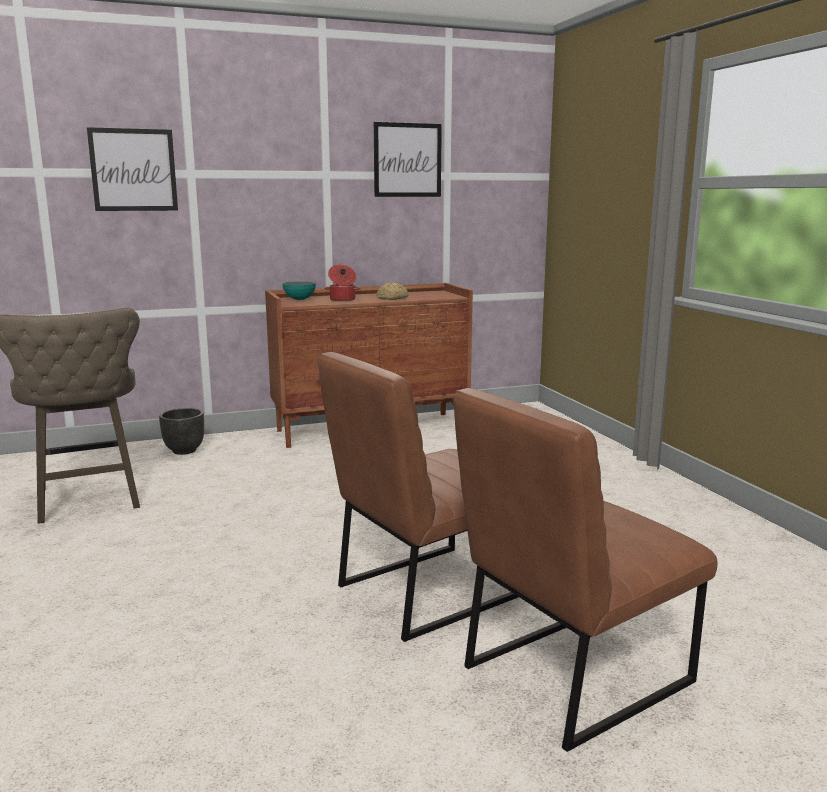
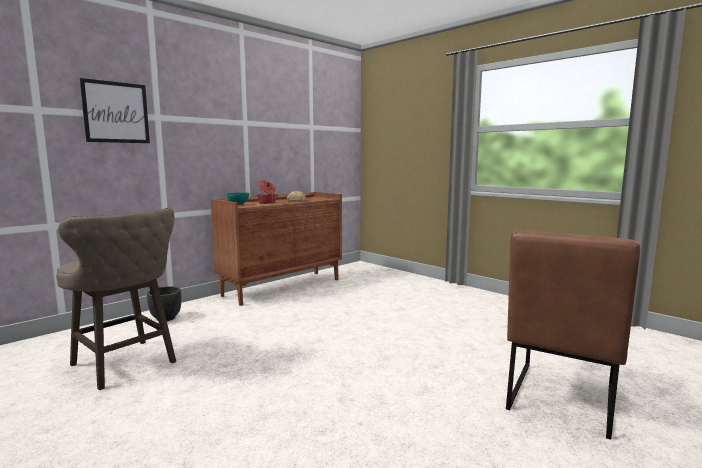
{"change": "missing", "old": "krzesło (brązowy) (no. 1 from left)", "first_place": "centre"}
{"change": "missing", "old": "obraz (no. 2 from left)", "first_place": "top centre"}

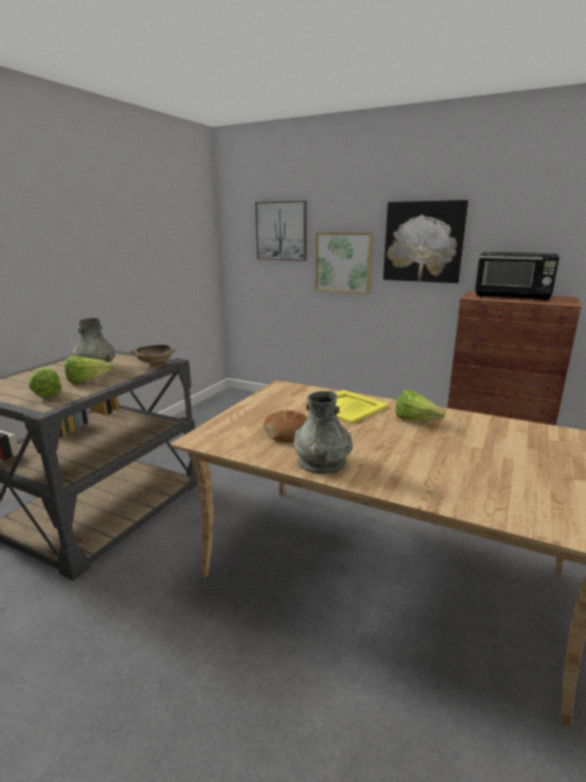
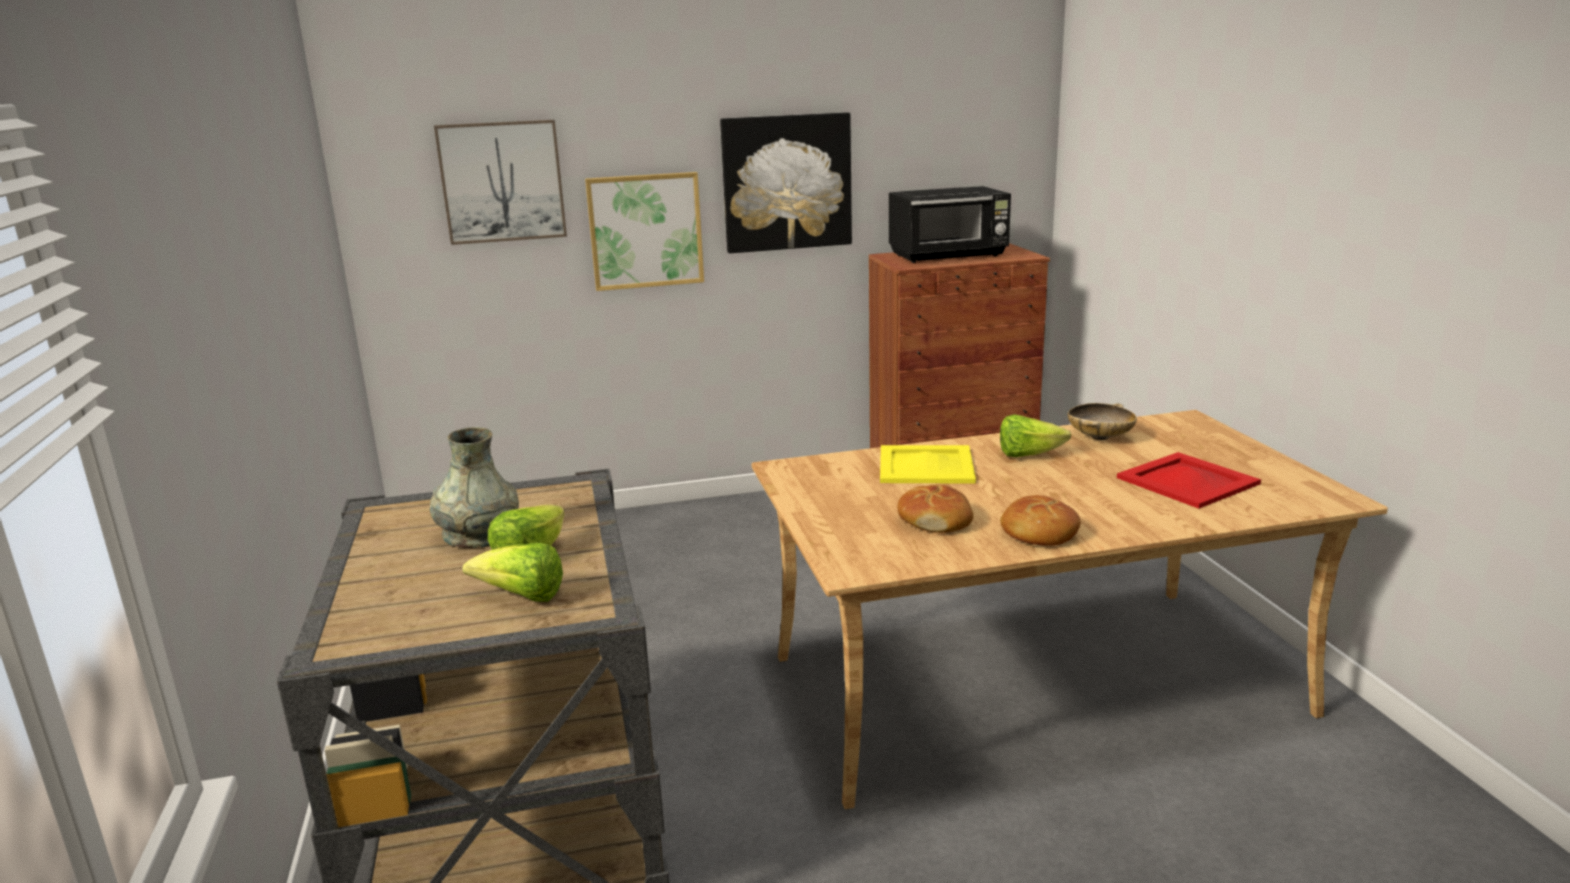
{"change": "appeared", "new": "taca (czerwony)", "second_place": "middle right"}
{"change": "relocated", "old": "miska (beżowy)", "first_place": "middle left", "second_place": "middle right"}
{"change": "exchanged", "old": "wazon (szary) (no. 2 from left)", "new": "chleb (no. 2 from left)", "first_place": "centre", "second_place": "centre"}

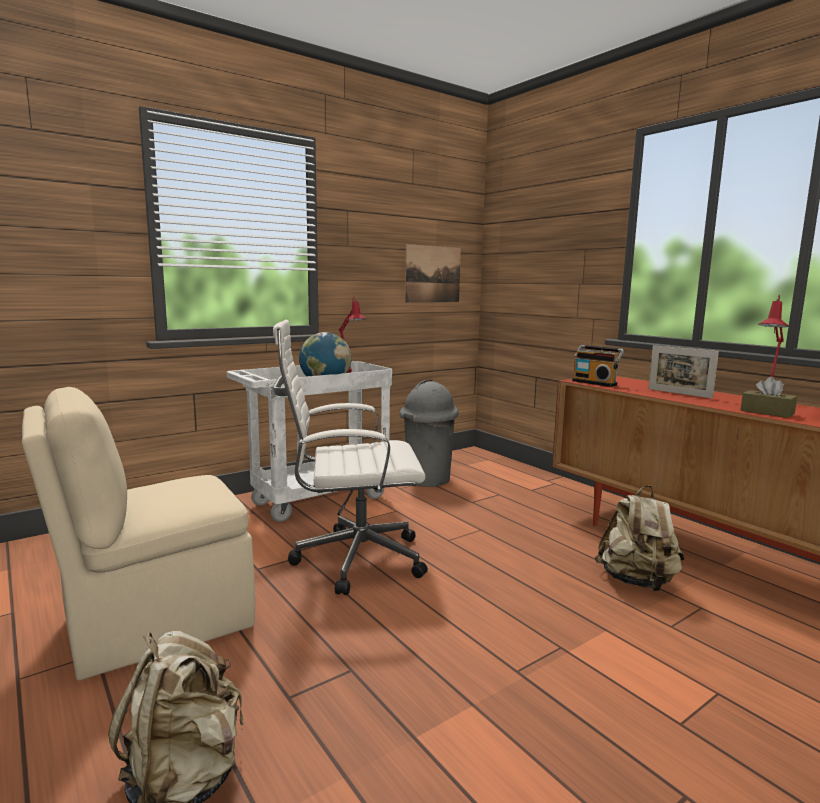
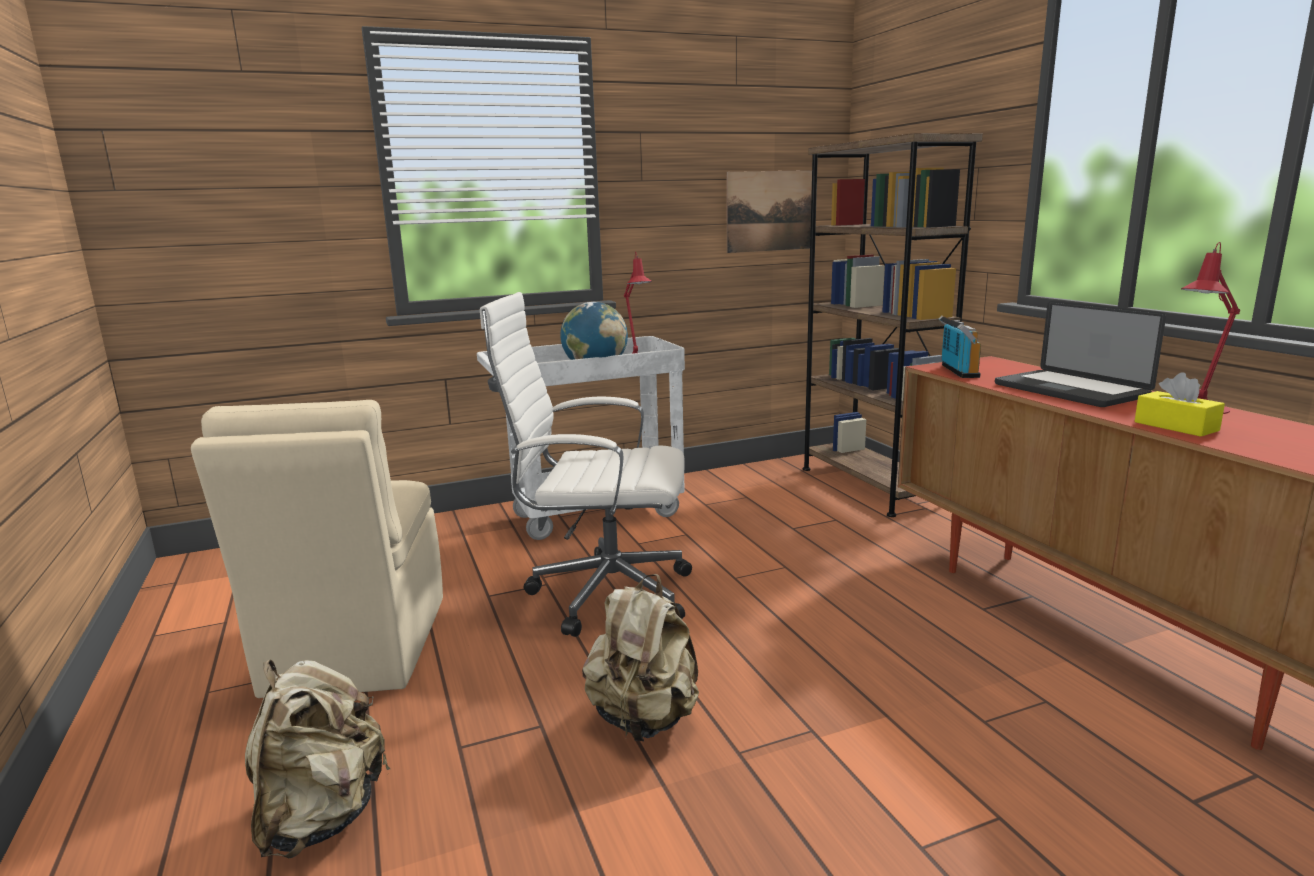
{"change": "missing", "old": "kosz na śmieci (szary)", "first_place": "centre"}
{"change": "appeared", "new": "regał (brązowy)", "second_place": "middle right"}
{"change": "relocated", "old": "plecak (beżowy) (no. 2 from left)", "first_place": "bottom right", "second_place": "bottom centre"}
{"change": "exchanged", "old": "ramka na zdjęcie", "new": "laptop", "first_place": "middle right", "second_place": "middle right"}
{"change": "colour", "old": "pudełko chusteczek (brązowy)", "new": "pudełko chusteczek (żółty)", "first_place": "middle right", "second_place": "middle right"}
{"change": "spun", "old": "krzesło (beżowy)", "first_place": "middle left", "second_place": "middle left", "degrees": -75}
{"change": "spun", "old": "radio", "first_place": "middle right", "second_place": "middle right", "degrees": -150}

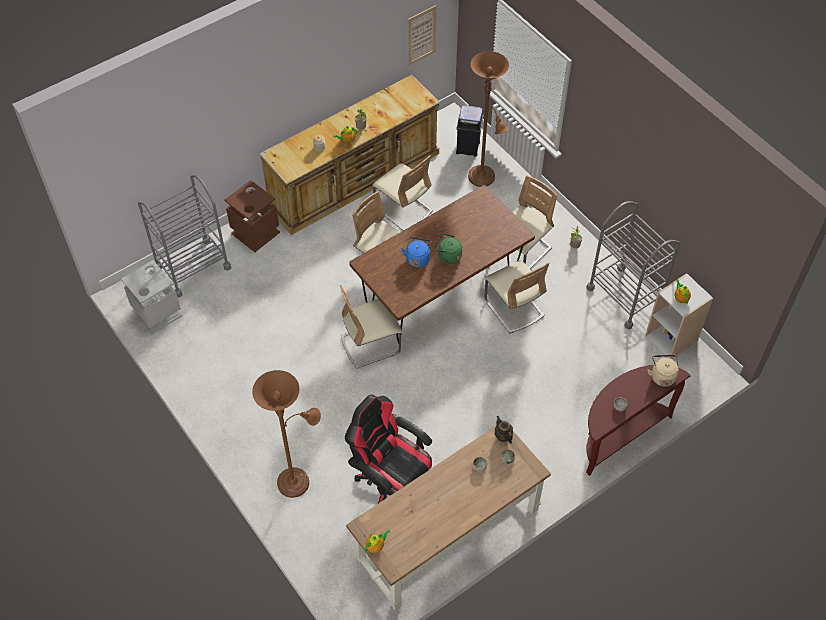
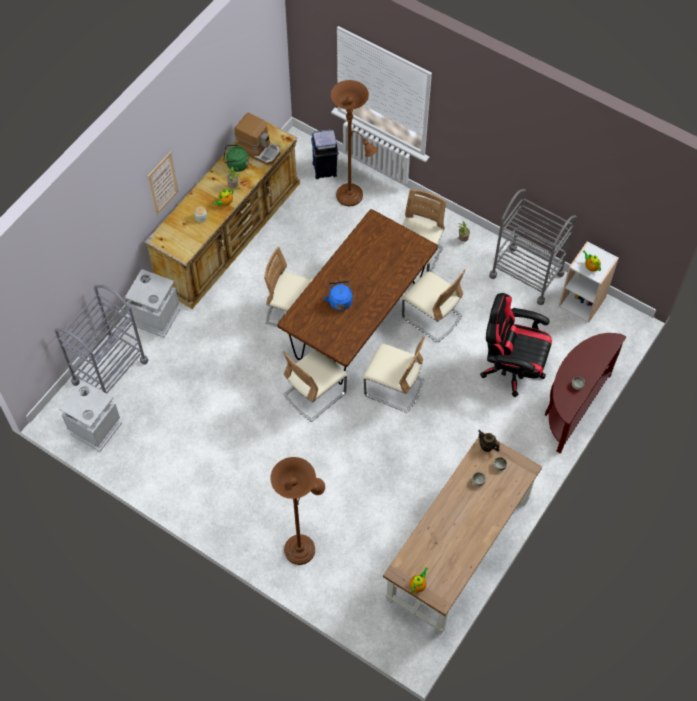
{"change": "missing", "old": "czajnik (beżowy)", "first_place": "middle right"}
{"change": "appeared", "new": "ekspres do kawy", "second_place": "top centre"}
{"change": "relocated", "old": "krzesło biurowe (czarny)", "first_place": "bottom centre", "second_place": "middle right"}
{"change": "relocated", "old": "krzesło (beżowy) (no. 3 from left)", "first_place": "top centre", "second_place": "centre"}
{"change": "relocated", "old": "obraz", "first_place": "top centre", "second_place": "top left"}
{"change": "relocated", "old": "czajnik (zielony)", "first_place": "centre", "second_place": "top centre"}
{"change": "colour", "old": "kosz na śmieci (brązowy)", "new": "kosz na śmieci (szary) (no. 2 from left)", "first_place": "middle left", "second_place": "middle left"}

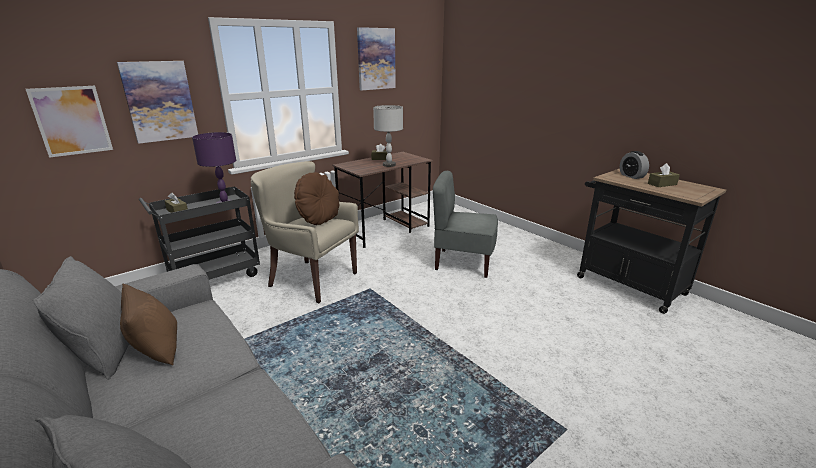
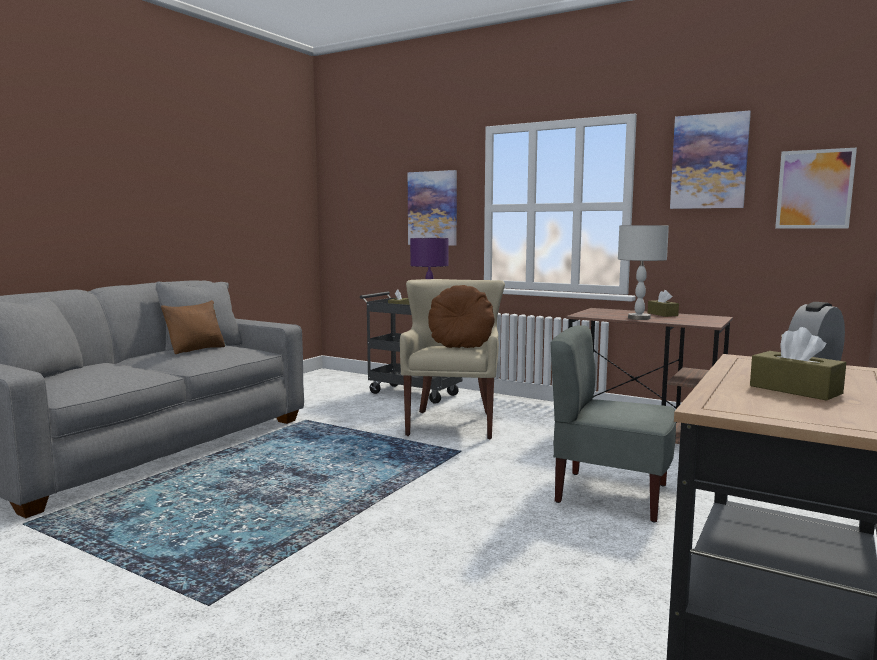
{"change": "relocated", "old": "obraz (no. 1 from left in the first image)", "new": "obraz (no. 3 from left)", "first_place": "top left", "second_place": "top right"}
{"change": "spun", "old": "krzesło (szary)", "first_place": "centre", "second_place": "middle right", "degrees": -60}

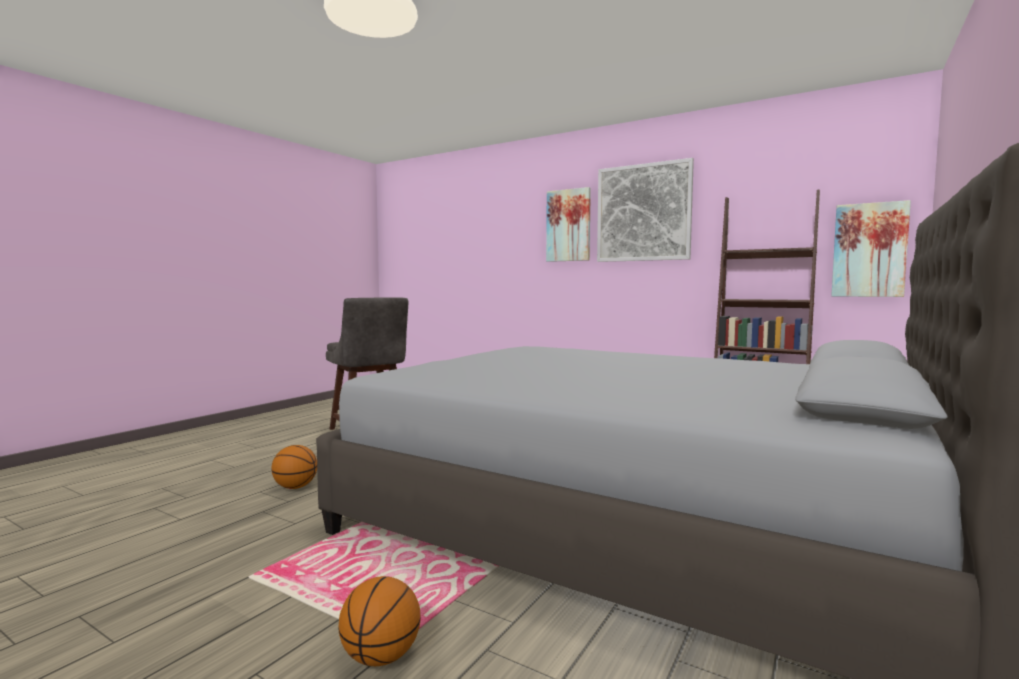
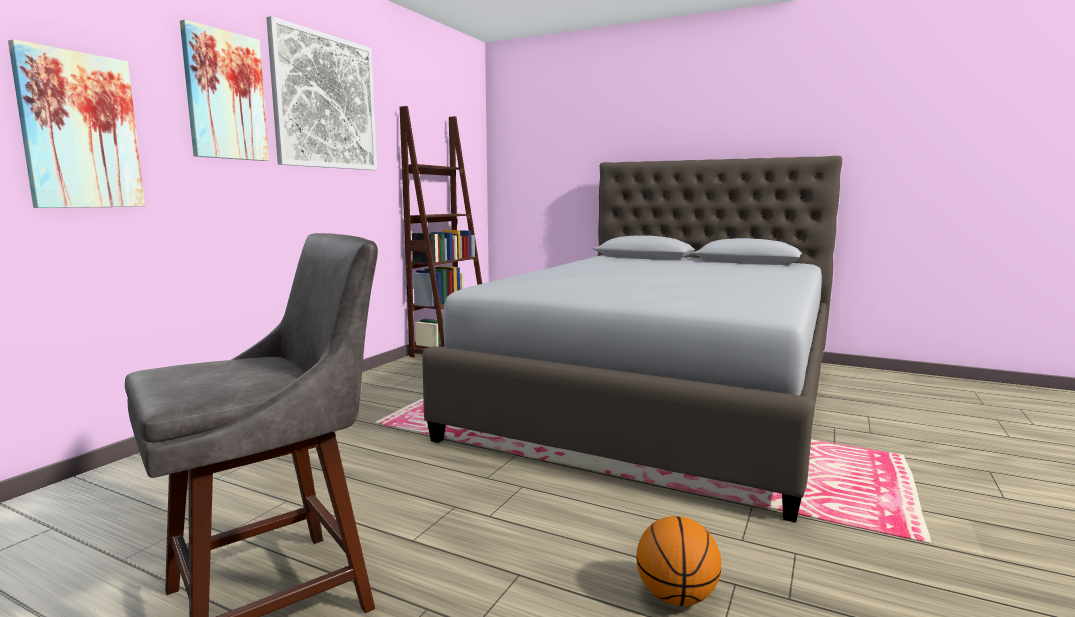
{"change": "missing", "old": "piłka do koszykówki (no. 2 from left)", "first_place": "bottom centre"}
{"change": "relocated", "old": "obraz (no. 3 from left in the first image)", "new": "obraz (no. 1 from left)", "first_place": "middle right", "second_place": "top left"}

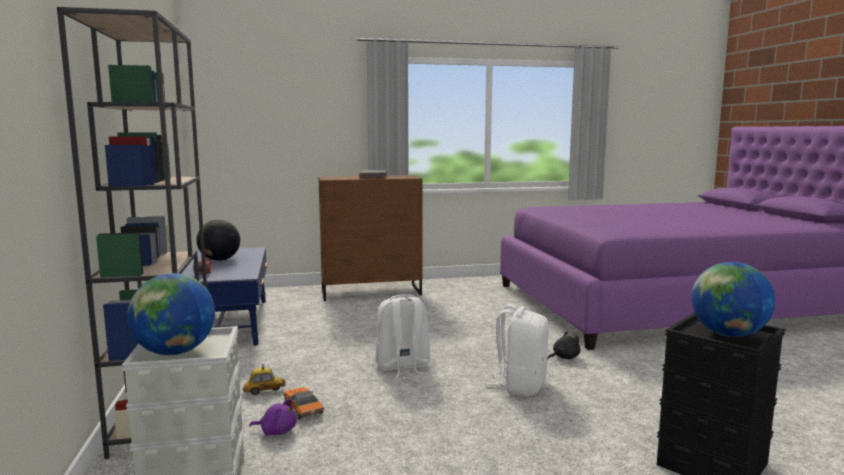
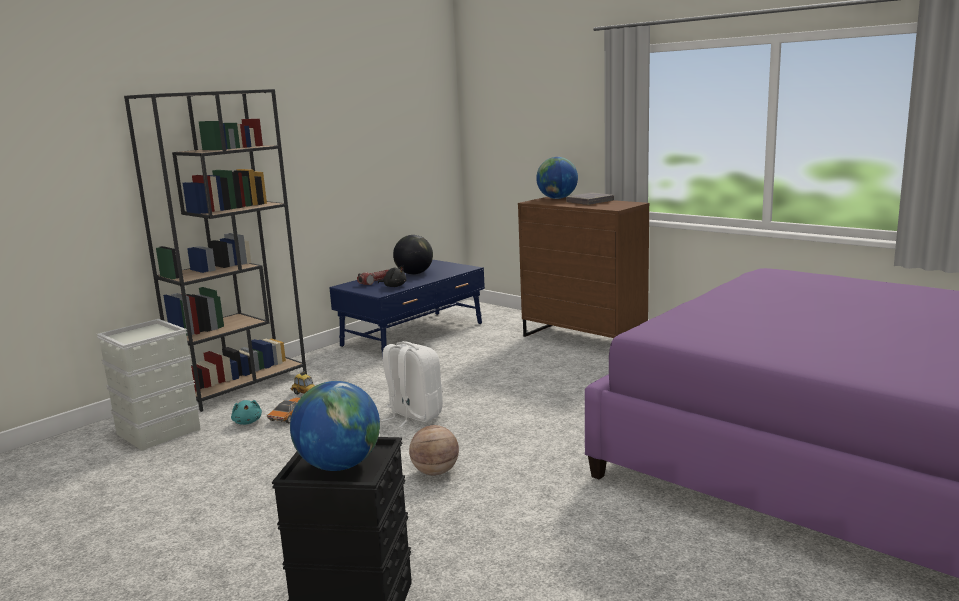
{"change": "relocated", "old": "globus (no. 1 from left in the first image)", "new": "globus (no. 3 from left)", "first_place": "middle left", "second_place": "top centre"}
{"change": "relocated", "old": "pluszak (czarny)", "first_place": "bottom right", "second_place": "centre"}
{"change": "exchanged", "old": "plecak (biały) (no. 2 from left)", "new": "piłka do koszykówki", "first_place": "bottom centre", "second_place": "bottom centre"}
{"change": "colour", "old": "pluszak (fioletowy)", "new": "pluszak (turkusowy)", "first_place": "bottom left", "second_place": "bottom left"}

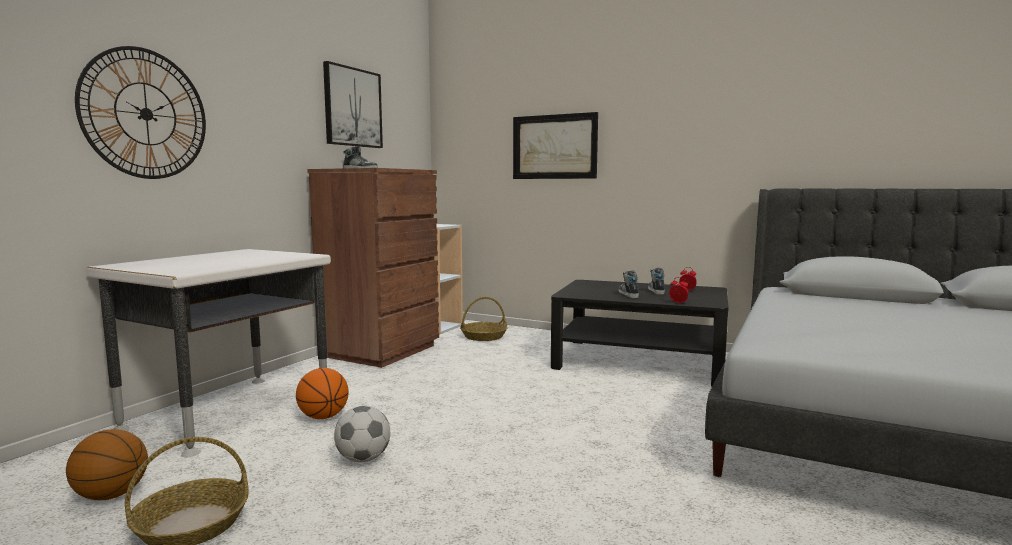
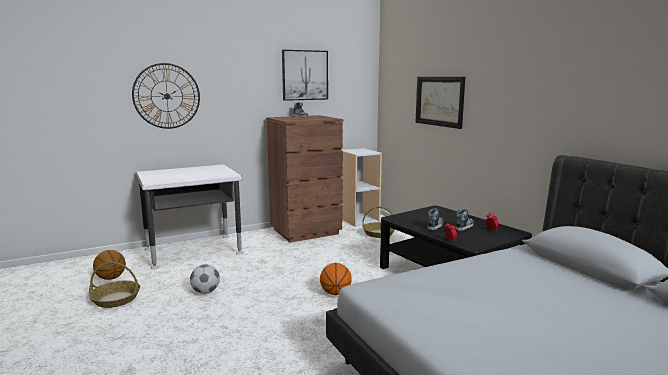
{"change": "relocated", "old": "piłka do koszykówki (no. 2 from left)", "first_place": "bottom left", "second_place": "bottom centre"}

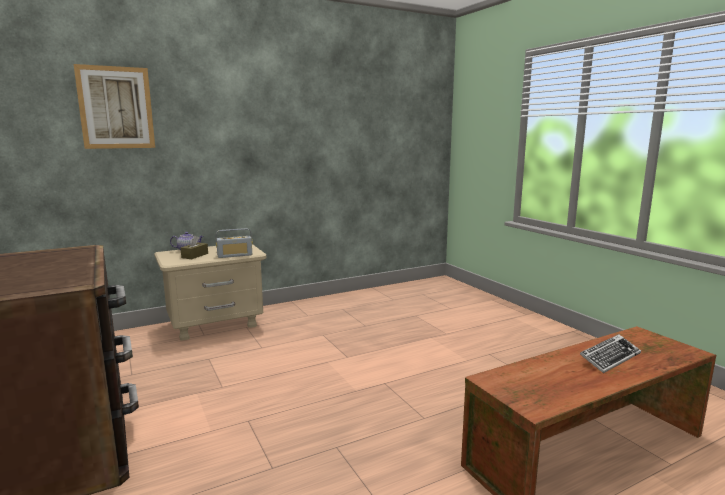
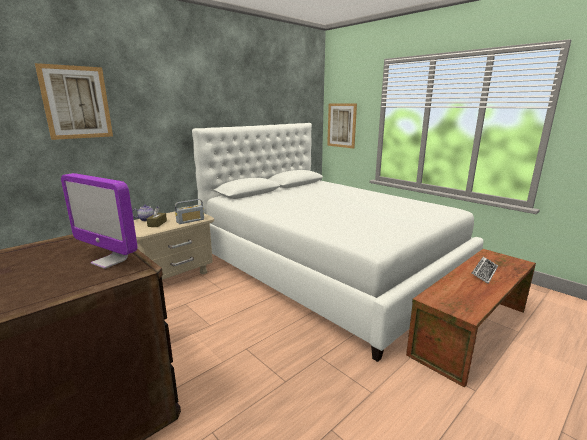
{"change": "appeared", "new": "monitor", "second_place": "middle left"}
{"change": "appeared", "new": "łóżko (biały)", "second_place": "centre"}
{"change": "appeared", "new": "obraz (no. 2 from left)", "second_place": "top centre"}

